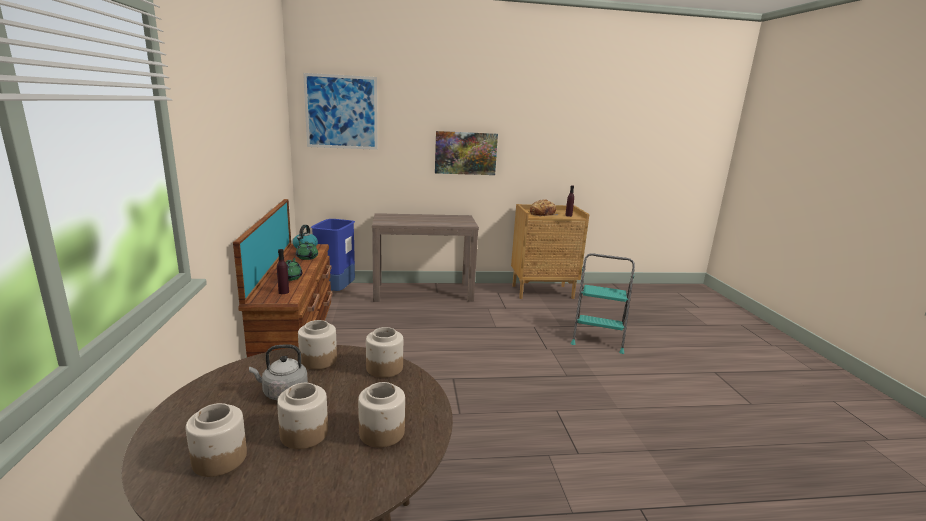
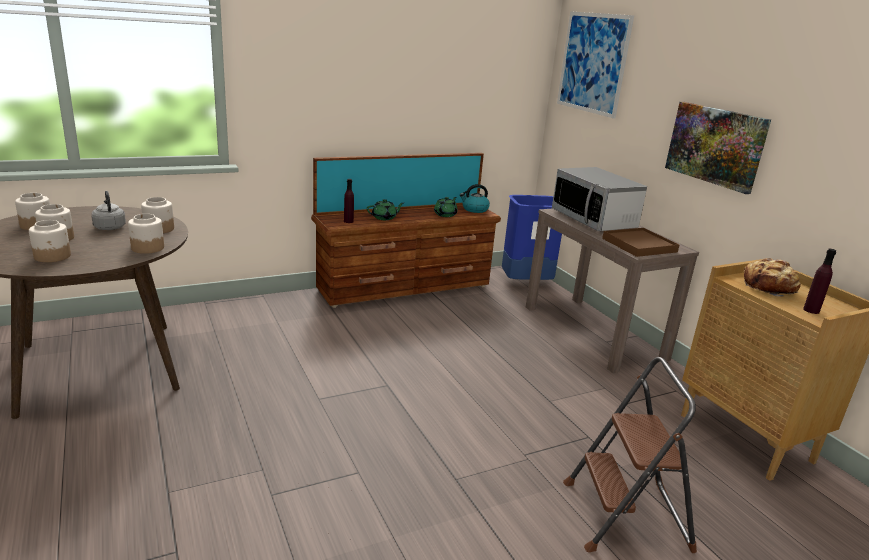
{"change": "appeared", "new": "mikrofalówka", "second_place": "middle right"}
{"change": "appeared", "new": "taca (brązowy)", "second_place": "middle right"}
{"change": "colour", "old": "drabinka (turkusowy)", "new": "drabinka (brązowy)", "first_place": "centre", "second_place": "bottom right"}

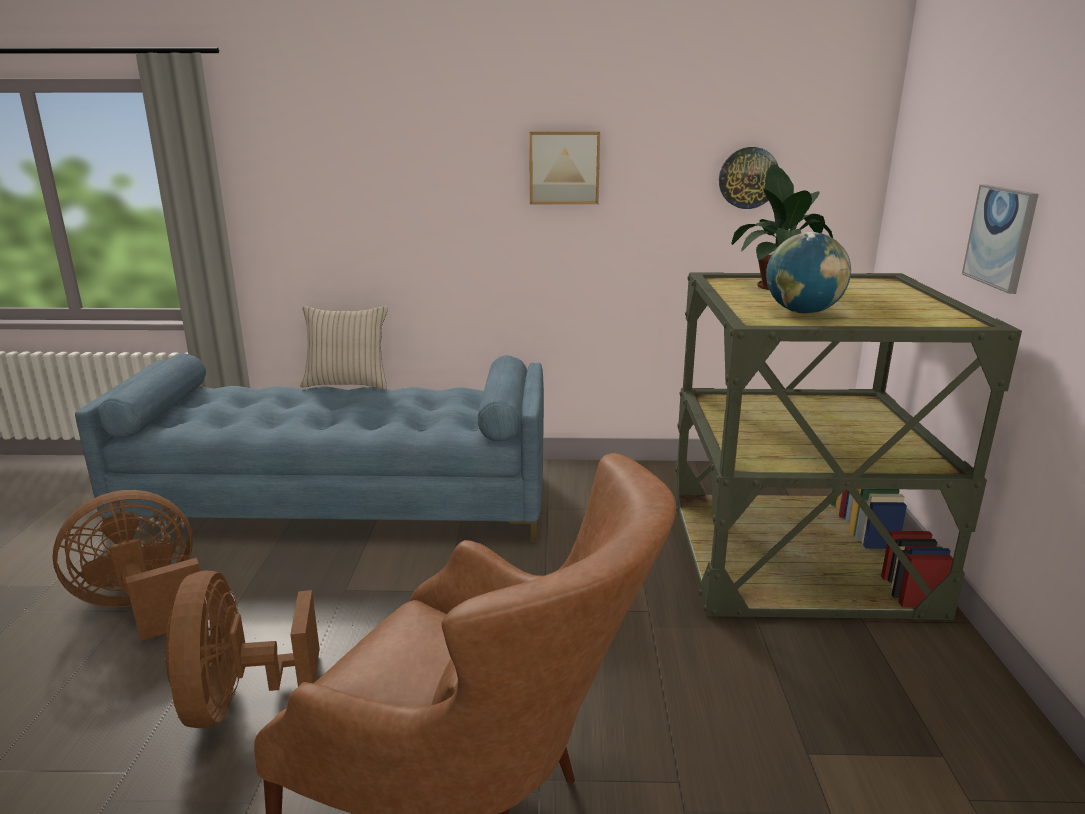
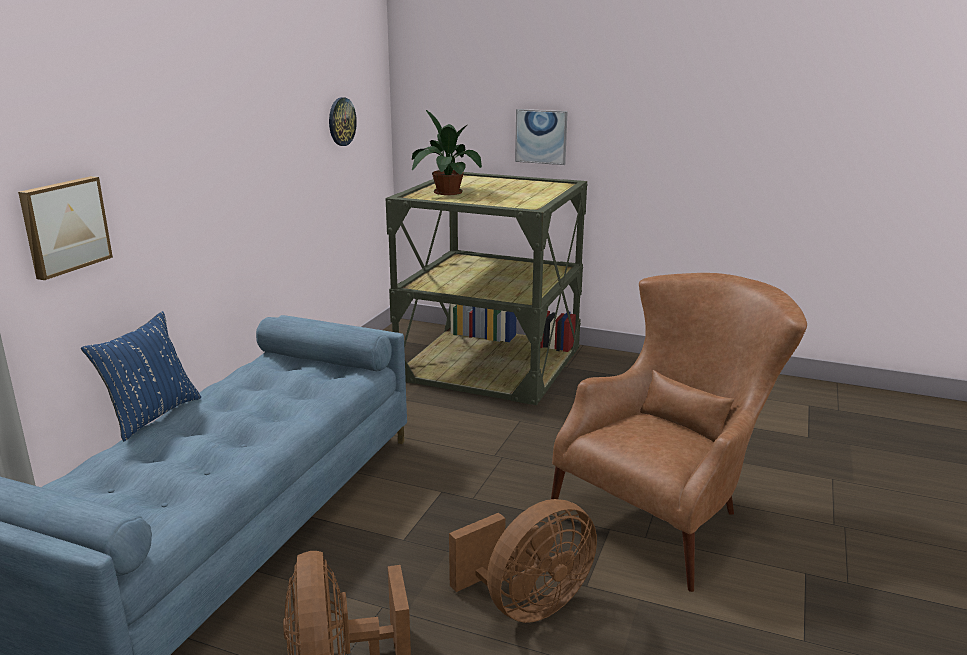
{"change": "missing", "old": "globus", "first_place": "middle right"}
{"change": "relocated", "old": "obraz (no. 1 from left)", "first_place": "top centre", "second_place": "middle left"}
{"change": "colour", "old": "poduszka (beżowy)", "new": "poduszka (niebieski)", "first_place": "middle left", "second_place": "middle left"}
{"change": "spun", "old": "wentylator (brązowy) (no. 2 from left)", "first_place": "bottom left", "second_place": "bottom centre", "degrees": -45}

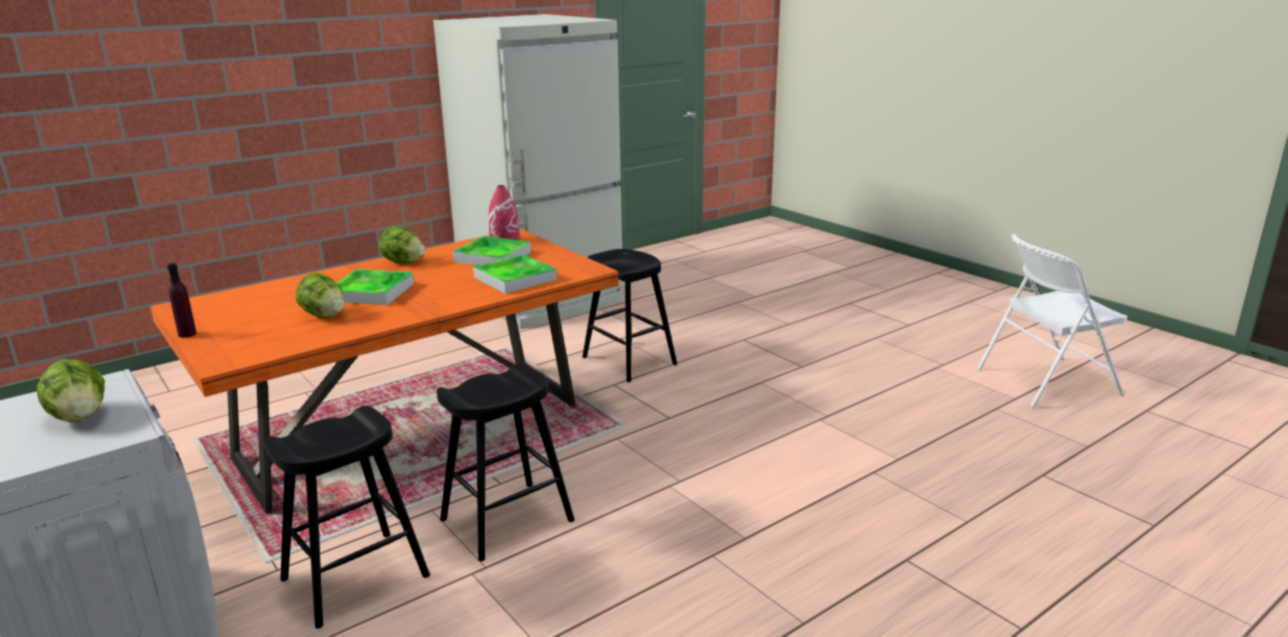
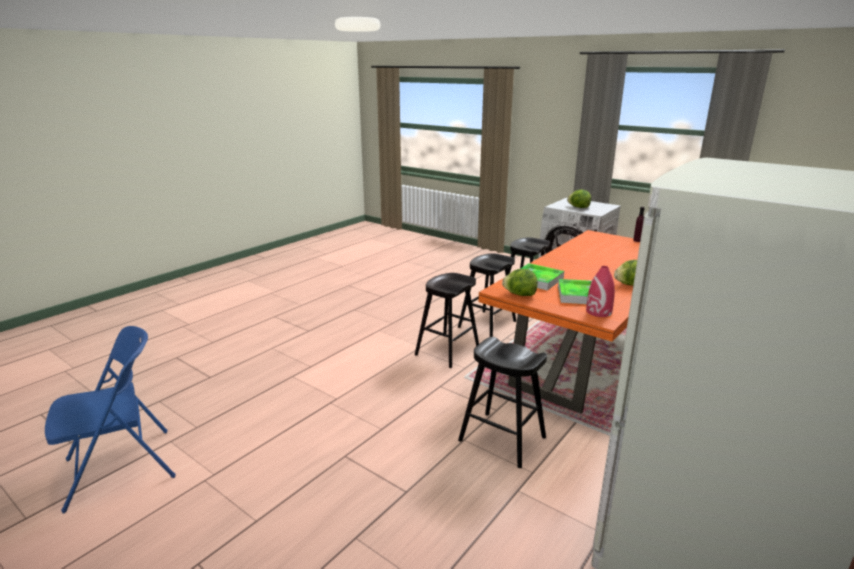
{"change": "missing", "old": "taca (no. 1 from left)", "first_place": "middle left"}
{"change": "appeared", "new": "stołek (czarny) (no. 1 from left)", "second_place": "centre"}
{"change": "relocated", "old": "sałata (no. 2 from left in the first image)", "new": "sałata (no. 1 from left)", "first_place": "middle left", "second_place": "centre"}
{"change": "colour", "old": "krzesło (biały)", "new": "krzesło (niebieski)", "first_place": "middle right", "second_place": "bottom left"}

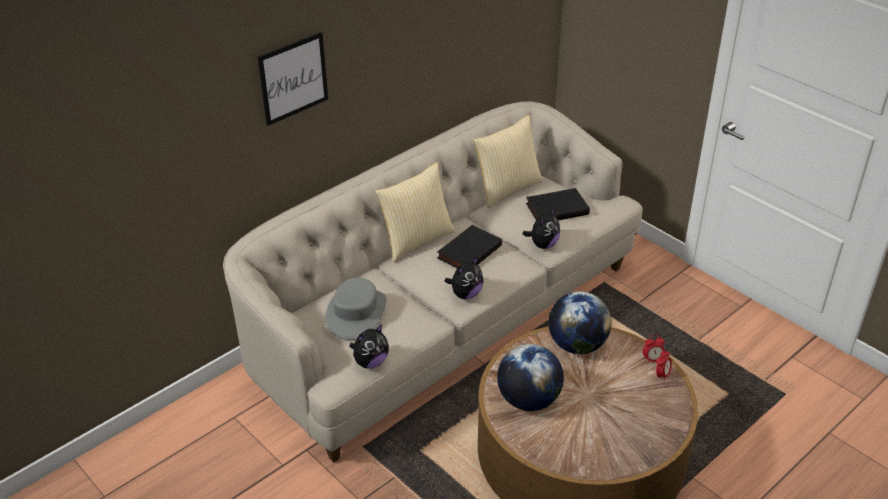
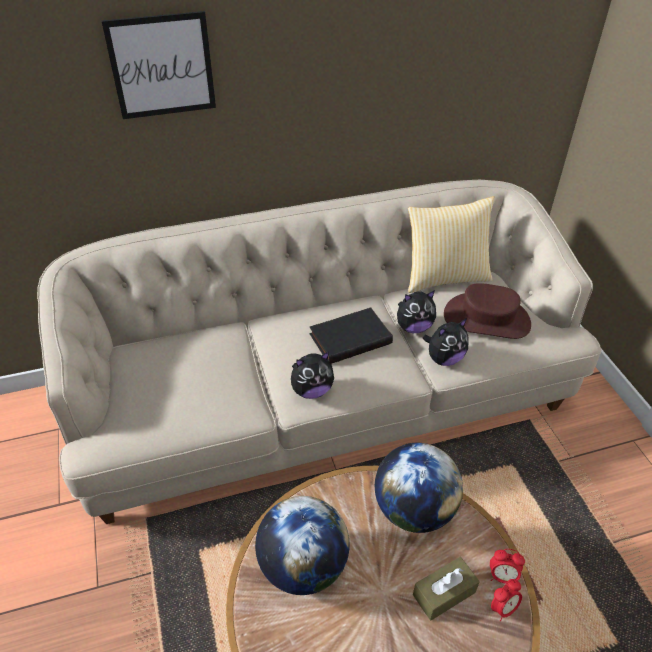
{"change": "missing", "old": "kapelusz (szary)", "first_place": "centre"}
{"change": "missing", "old": "poduszka (no. 1 from left)", "first_place": "centre"}
{"change": "appeared", "new": "pudełko chusteczek (brązowy)", "second_place": "bottom right"}
{"change": "relocated", "old": "pluszak (no. 1 from left in the first image)", "new": "pluszak (no. 2 from left)", "first_place": "bottom centre", "second_place": "centre"}
{"change": "exchanged", "old": "książka (czarny) (no. 2 from left)", "new": "kapelusz (brązowy)", "first_place": "centre", "second_place": "middle right"}

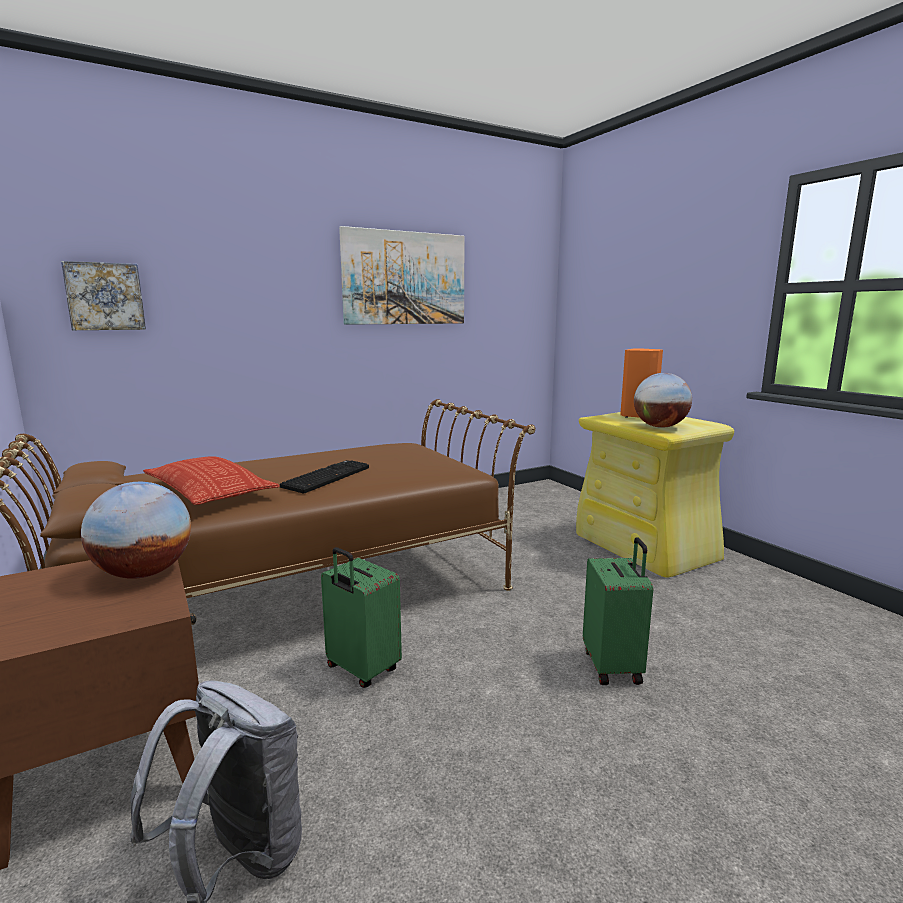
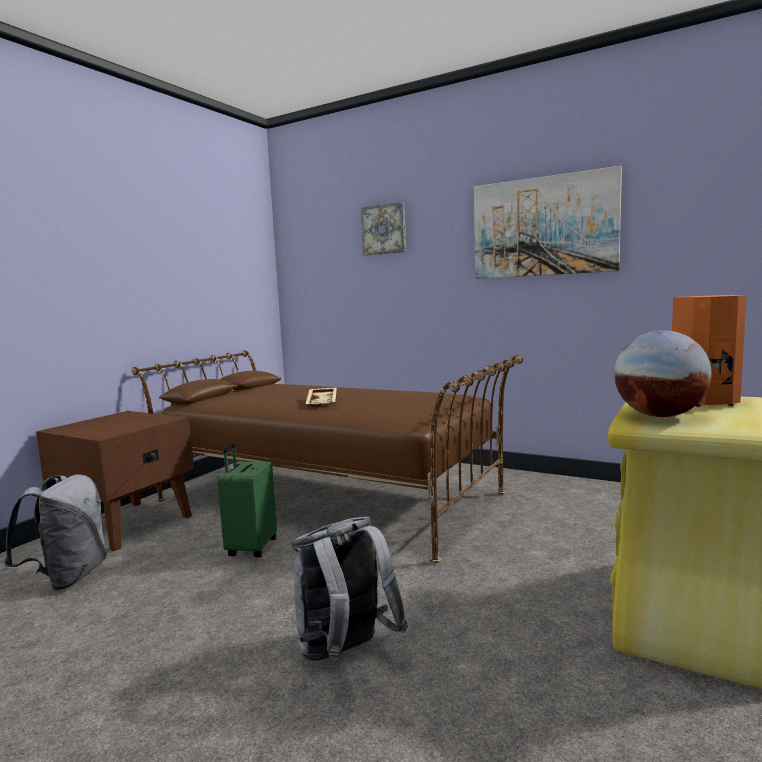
{"change": "missing", "old": "globus (no. 1 from left)", "first_place": "middle left"}
{"change": "missing", "old": "poduszka", "first_place": "middle left"}
{"change": "relocated", "old": "obraz (no. 1 from left)", "first_place": "top left", "second_place": "top centre"}
{"change": "exchanged", "old": "klawiatura", "new": "taca (beżowy)", "first_place": "centre", "second_place": "centre"}
{"change": "exchanged", "old": "walizka (zielony) (no. 2 from left)", "new": "plecak (szary) (no. 2 from left)", "first_place": "bottom right", "second_place": "bottom centre"}

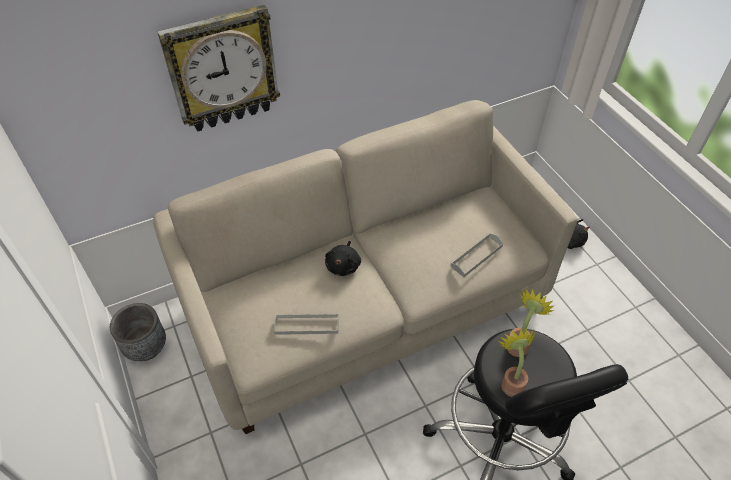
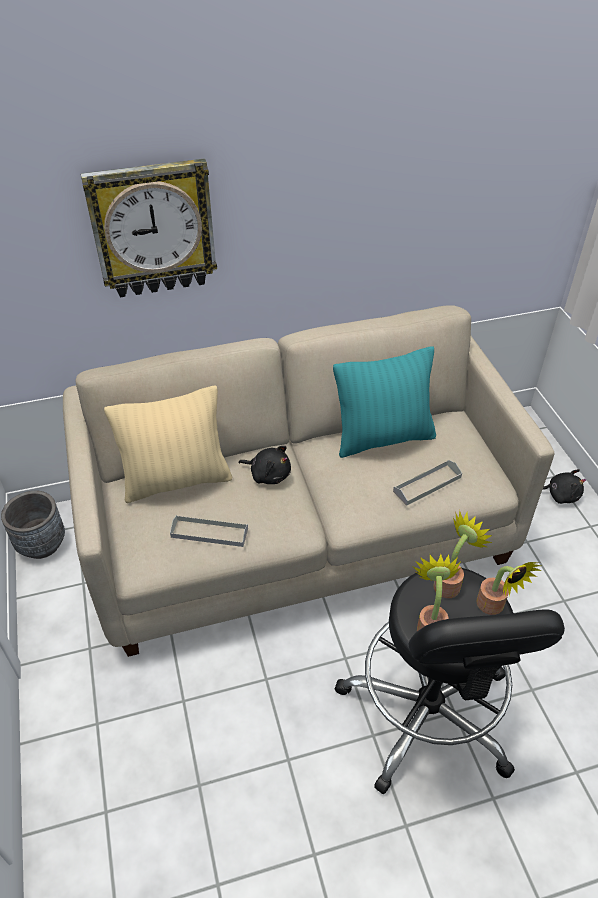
{"change": "appeared", "new": "poduszka (beżowy)", "second_place": "middle left"}
{"change": "appeared", "new": "poduszka (turkusowy)", "second_place": "centre"}
{"change": "appeared", "new": "roślina doniczkowa (no. 3 from left)", "second_place": "middle right"}
{"change": "spun", "old": "pluszak (czarny) (no. 1 from left)", "first_place": "centre", "second_place": "centre", "degrees": -90}

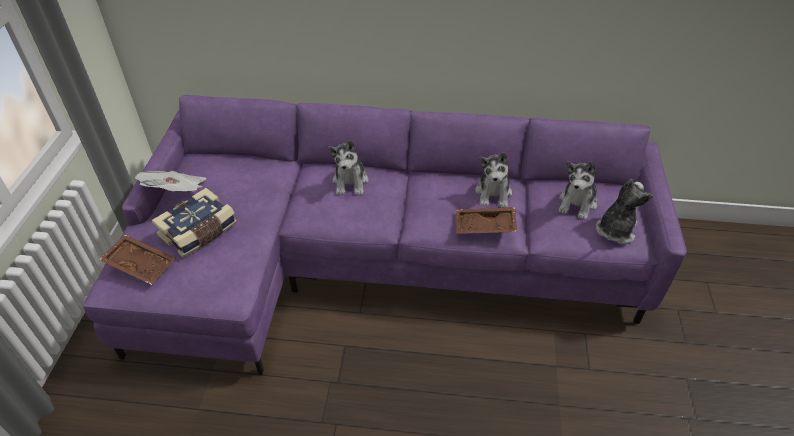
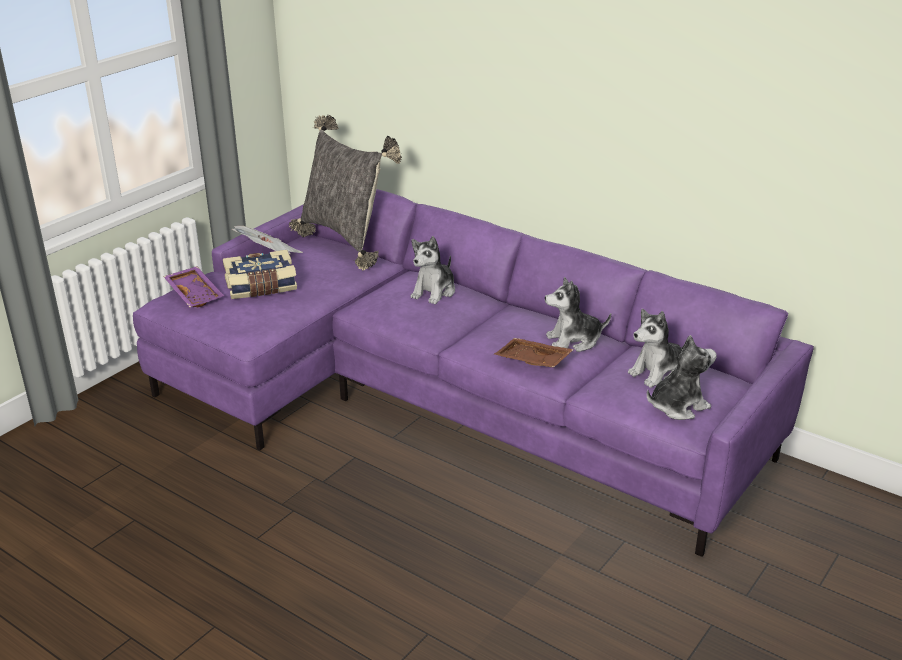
{"change": "appeared", "new": "poduszka", "second_place": "top centre"}
{"change": "colour", "old": "taca (brązowy) (no. 1 from left)", "new": "taca (fioletowy)", "first_place": "middle left", "second_place": "middle left"}
{"change": "spun", "old": "pluszak (no. 2 from left)", "first_place": "centre", "second_place": "centre", "degrees": 45}

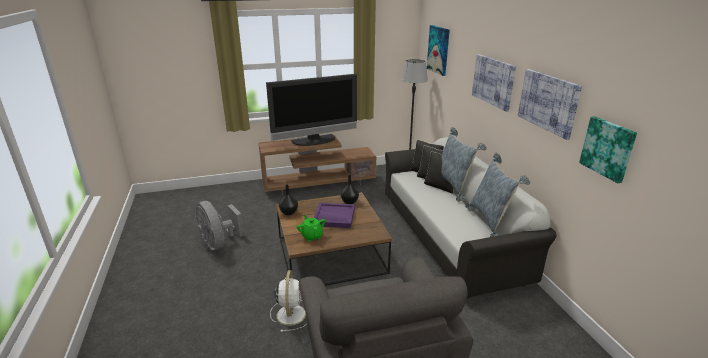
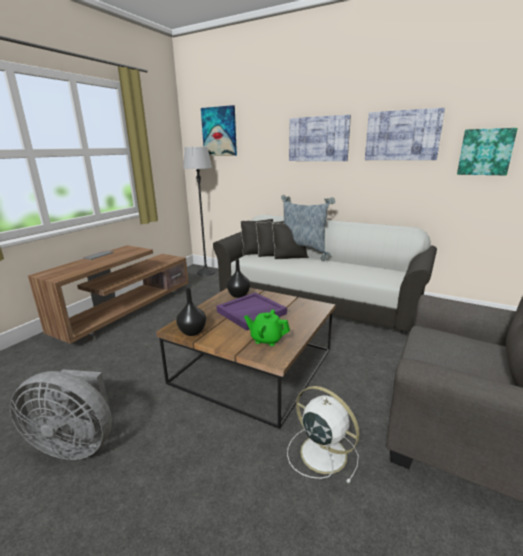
{"change": "missing", "old": "telewizor", "first_place": "top centre"}
{"change": "missing", "old": "poduszka (no. 2 from left)", "first_place": "middle right"}

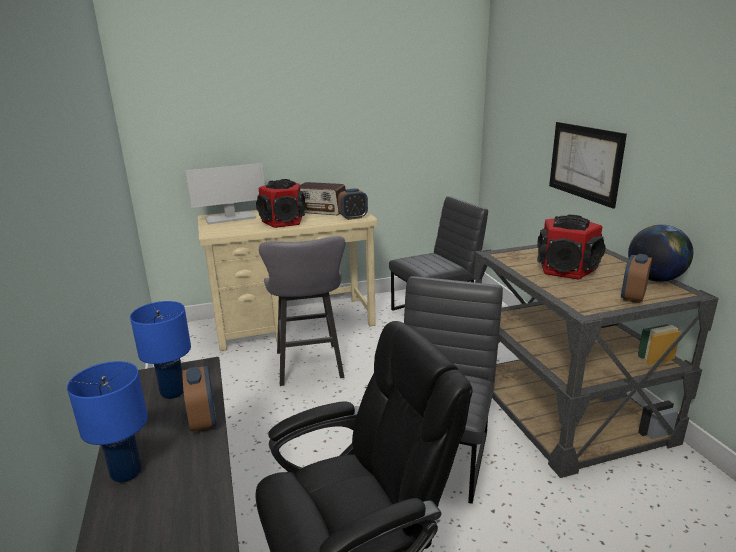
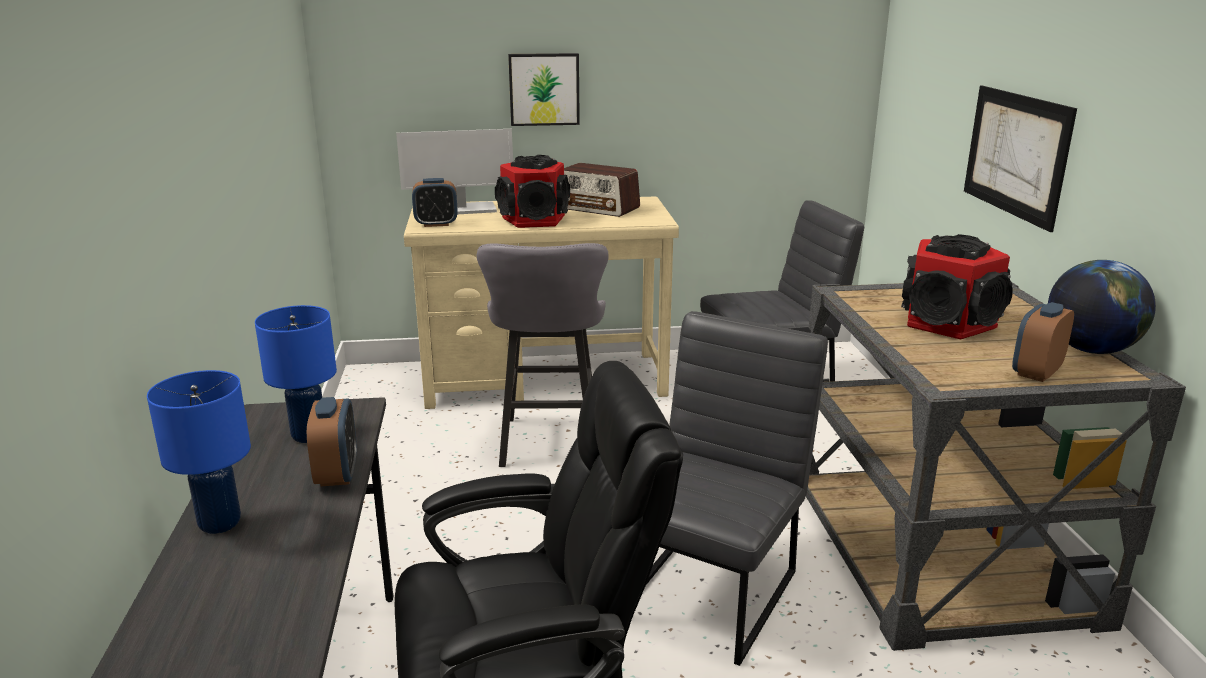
{"change": "appeared", "new": "obraz (no. 1 from left)", "second_place": "top centre"}
{"change": "relocated", "old": "budzik (no. 2 from left)", "first_place": "centre", "second_place": "top centre"}

